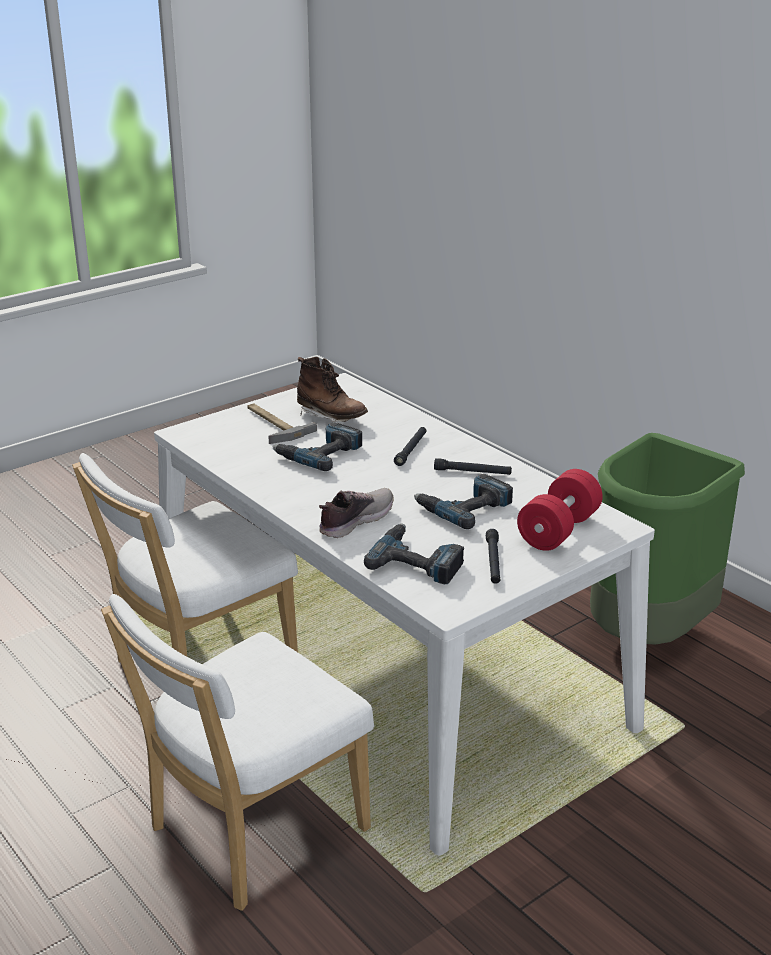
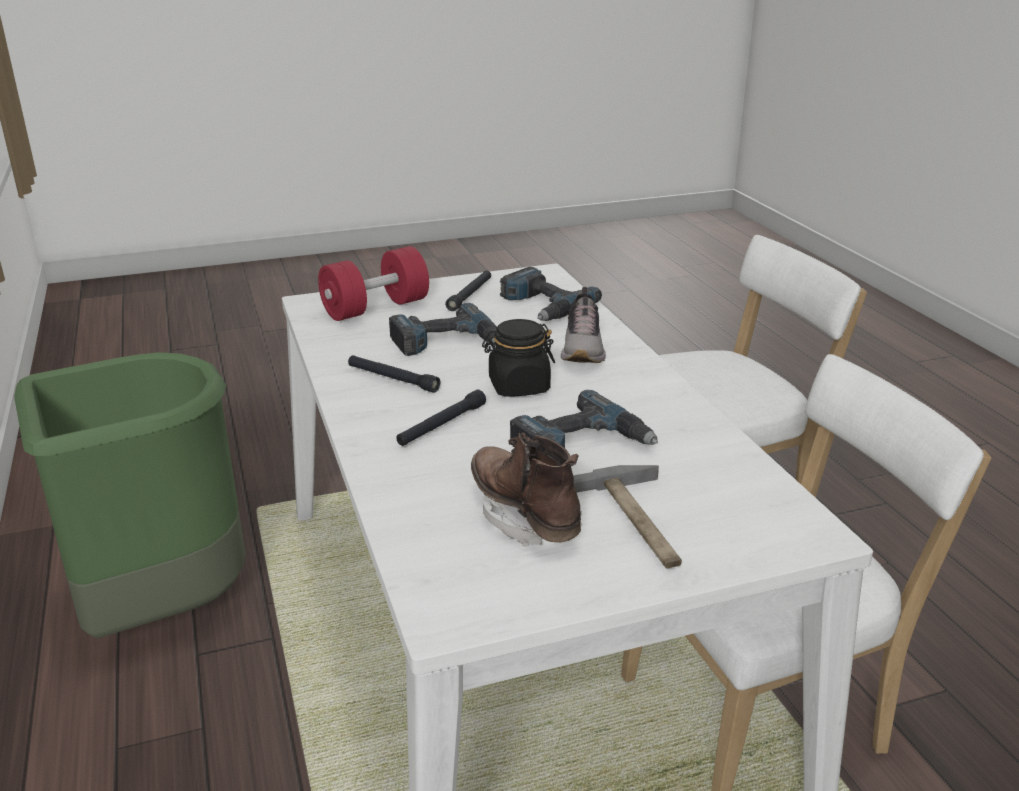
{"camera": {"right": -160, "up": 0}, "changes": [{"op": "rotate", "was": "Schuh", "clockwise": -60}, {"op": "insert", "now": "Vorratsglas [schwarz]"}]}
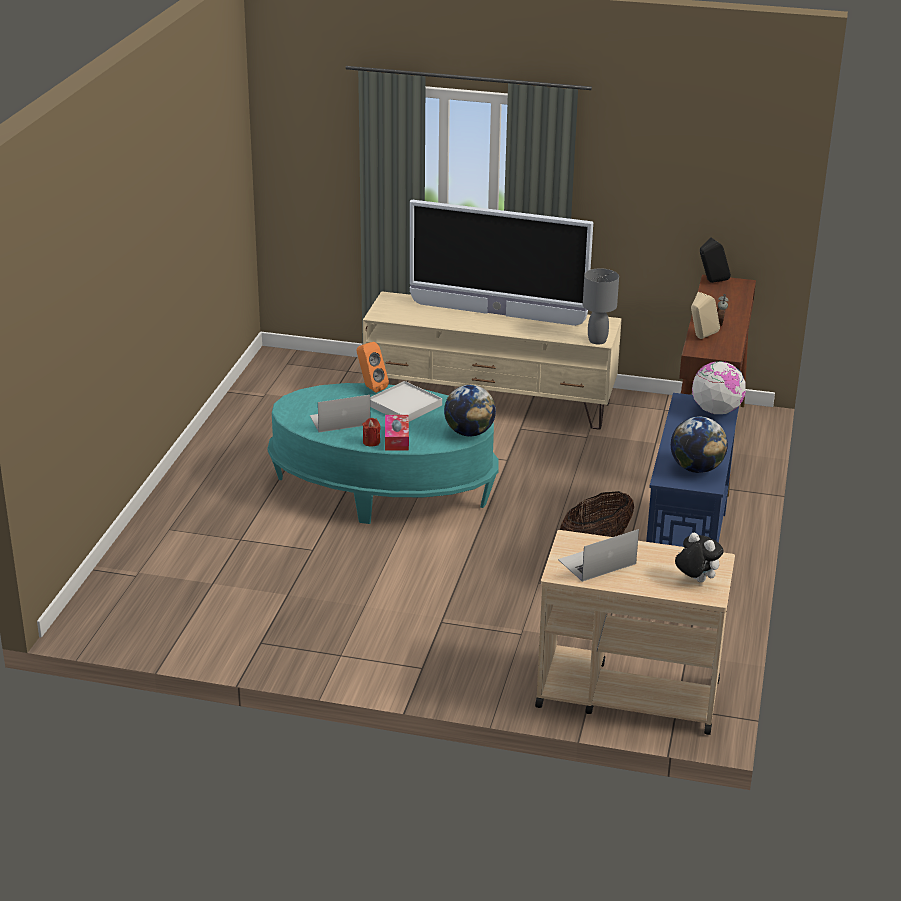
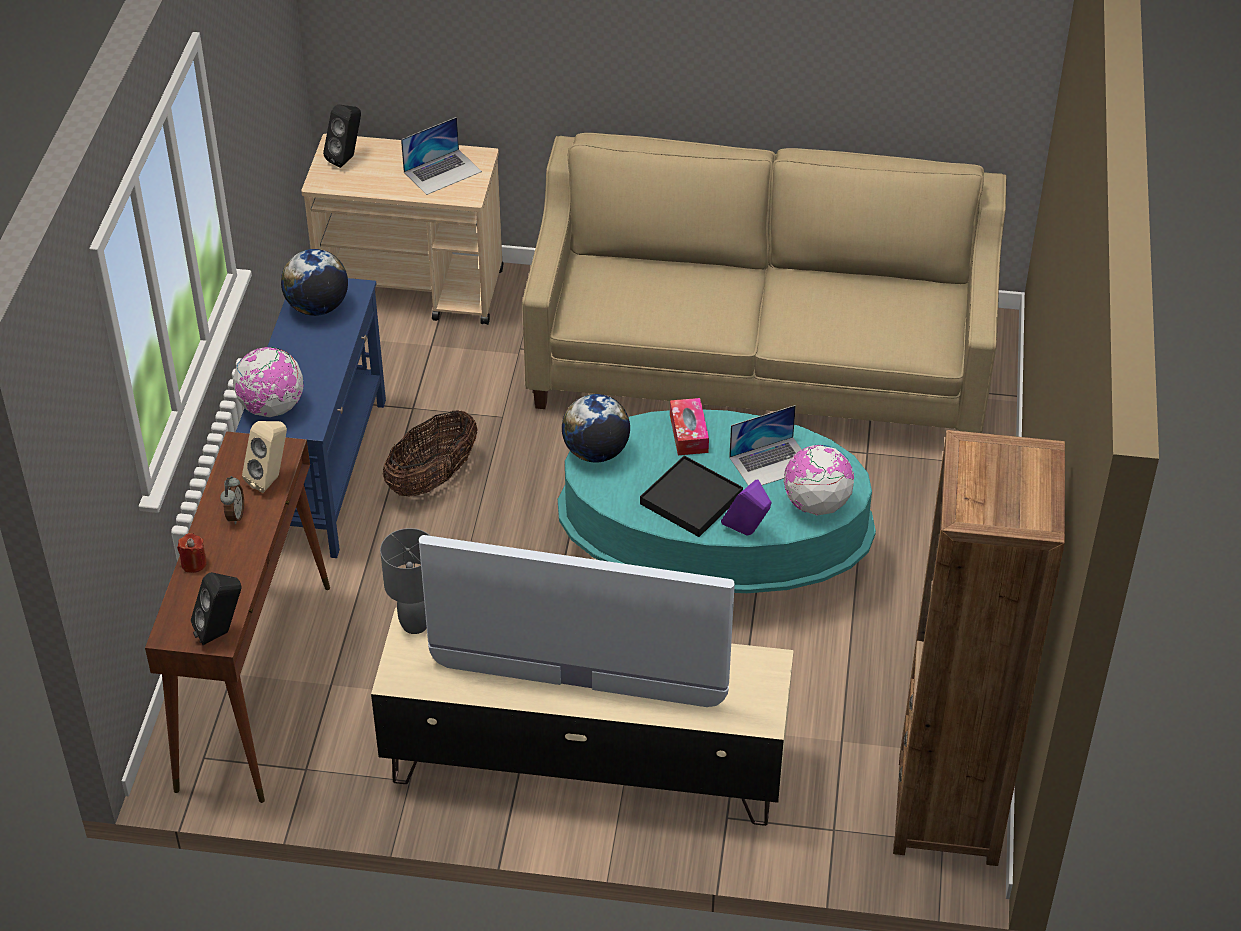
{"camera": {"right": 175, "up": 15}, "changes": [{"op": "recolor", "was": "Lautsprecher [orange]", "now": "Lautsprecher [lila]"}, {"op": "recolor", "was": "Tablett [weiß]", "now": "Tablett [schwarz]"}, {"op": "move", "was": "Kerze [rot]"}, {"op": "replace", "was": "Plüschtier", "now": "Lautsprecher [schwarz] (2nd from left)"}, {"op": "insert", "now": "Sofa [beige]"}, {"op": "insert", "now": "Bücherregal [braun]"}, {"op": "insert", "now": "Globus (4th from left)"}]}
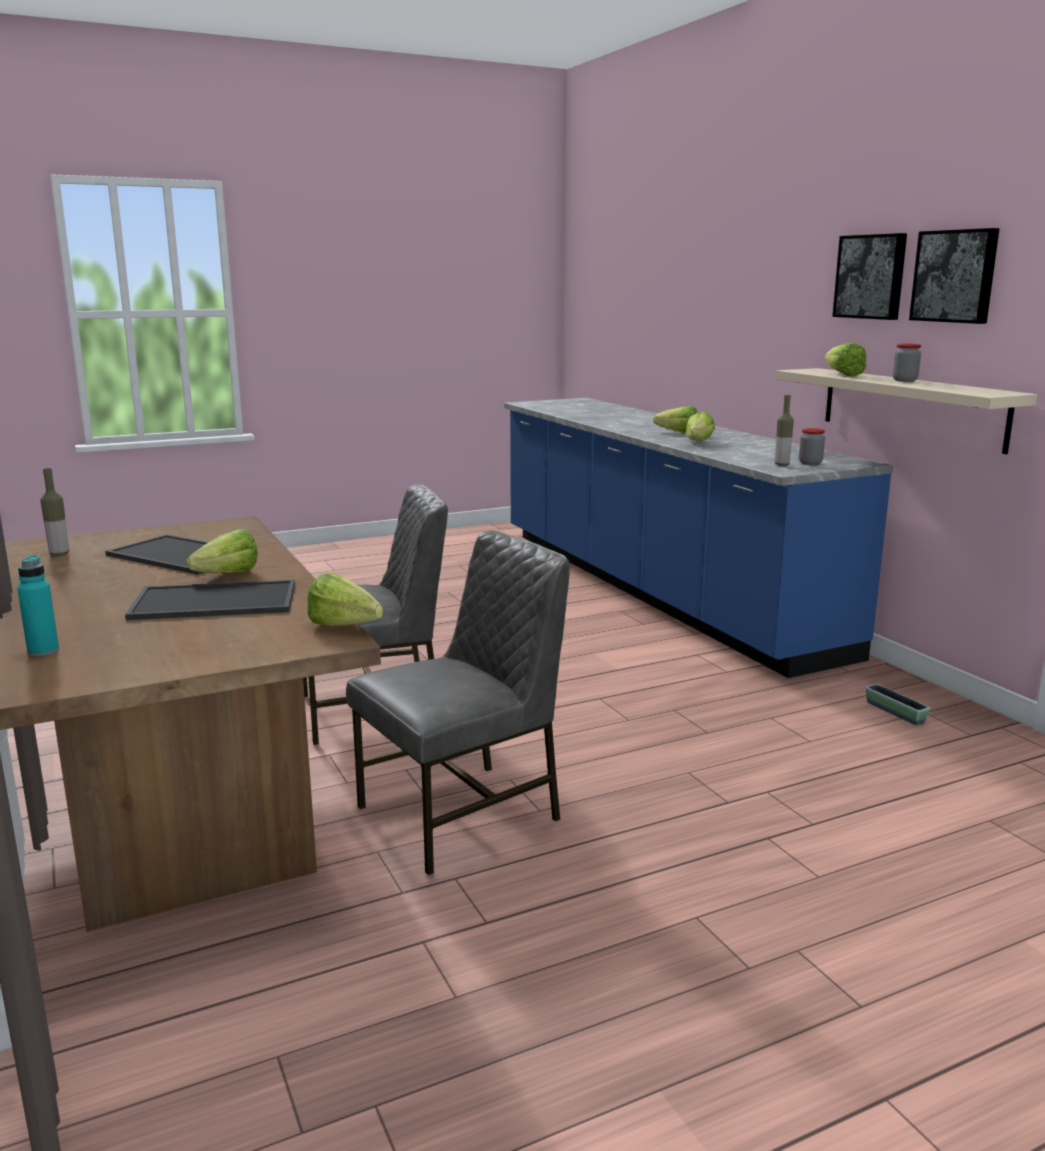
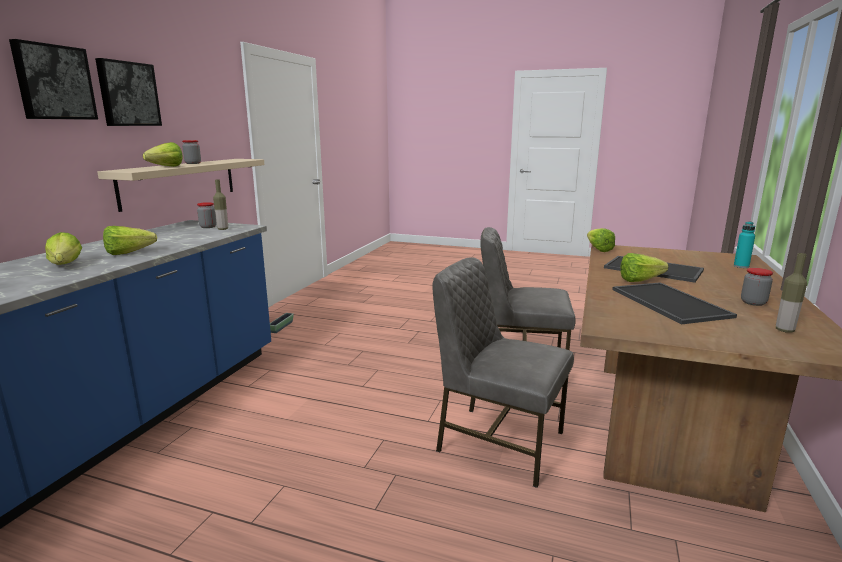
{"camera": {"right": -135, "up": 0}, "changes": [{"op": "move", "was": "Bild (2nd from left in the first image)", "now": "Bild (1st from left)"}, {"op": "insert", "now": "Vorratsglas (3rd from left)"}]}
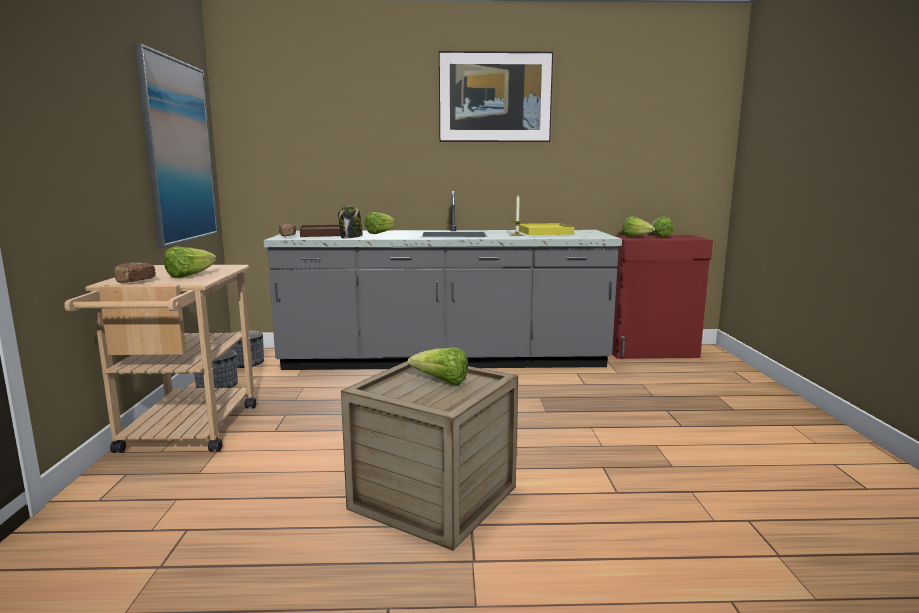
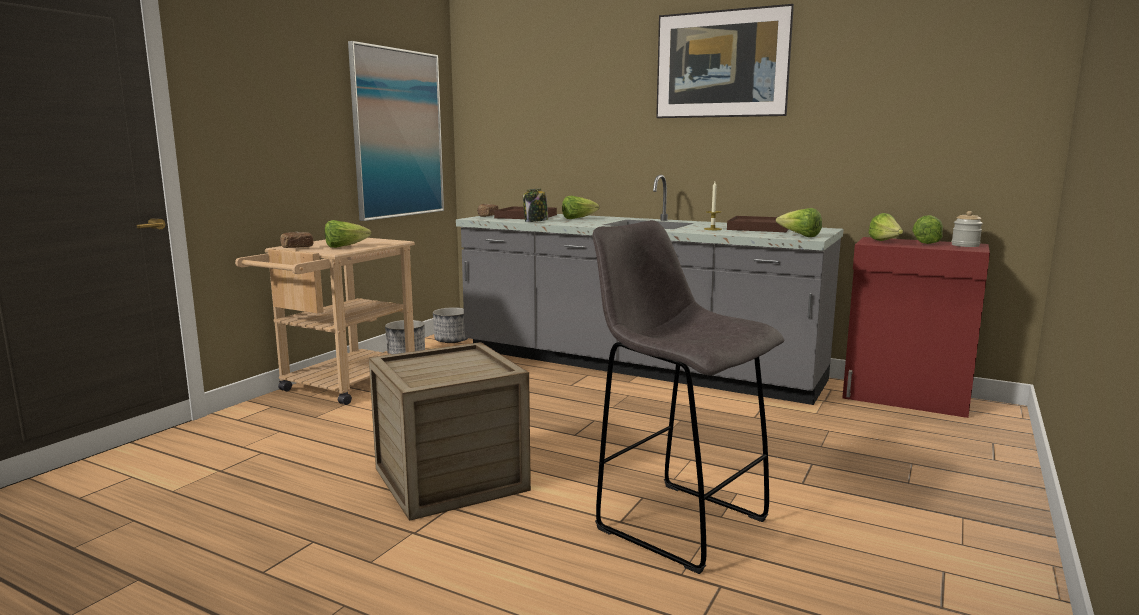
{"camera": {"right": 30, "up": 0}, "changes": [{"op": "recolor", "was": "Tablett [gelb]", "now": "Tablett [braun] (2nd from left)"}, {"op": "move", "was": "Salatkopf (3rd from left)"}, {"op": "insert", "now": "Vorratsglas (2nd from left)"}, {"op": "insert", "now": "Hocker [grau]"}]}
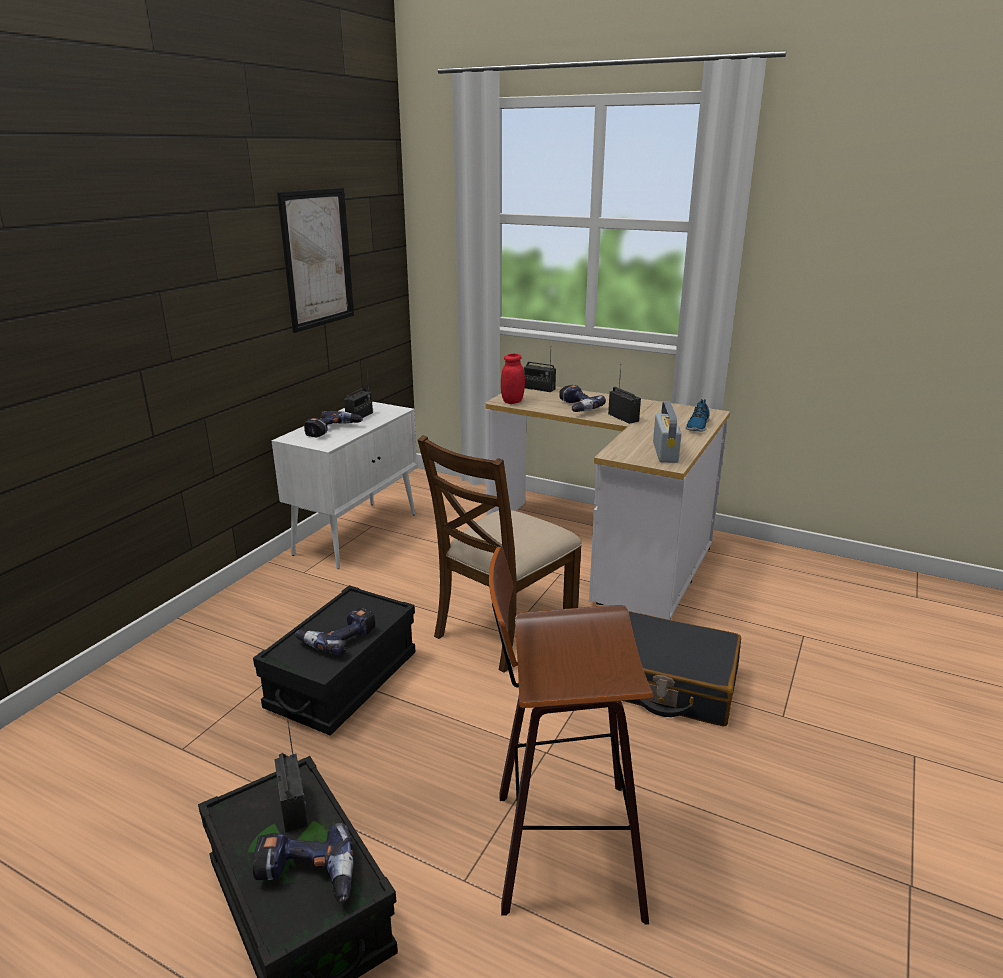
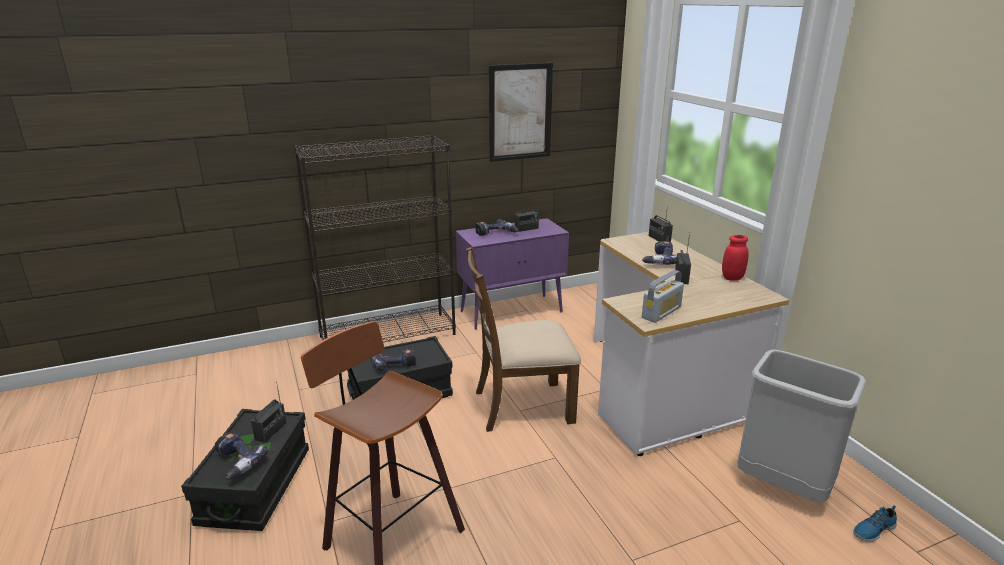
{"camera": {"right": 40, "up": 0}, "changes": [{"op": "move", "was": "Vorratsglas [rot]"}, {"op": "move", "was": "Schuh"}, {"op": "recolor", "was": "Schrank [weiß]", "now": "Schrank [lila]"}, {"op": "delete", "was": "Koffer [schwarz]"}, {"op": "insert", "now": "Bücherregal [schwarz]"}, {"op": "insert", "now": "Mülleimer [grau]"}]}
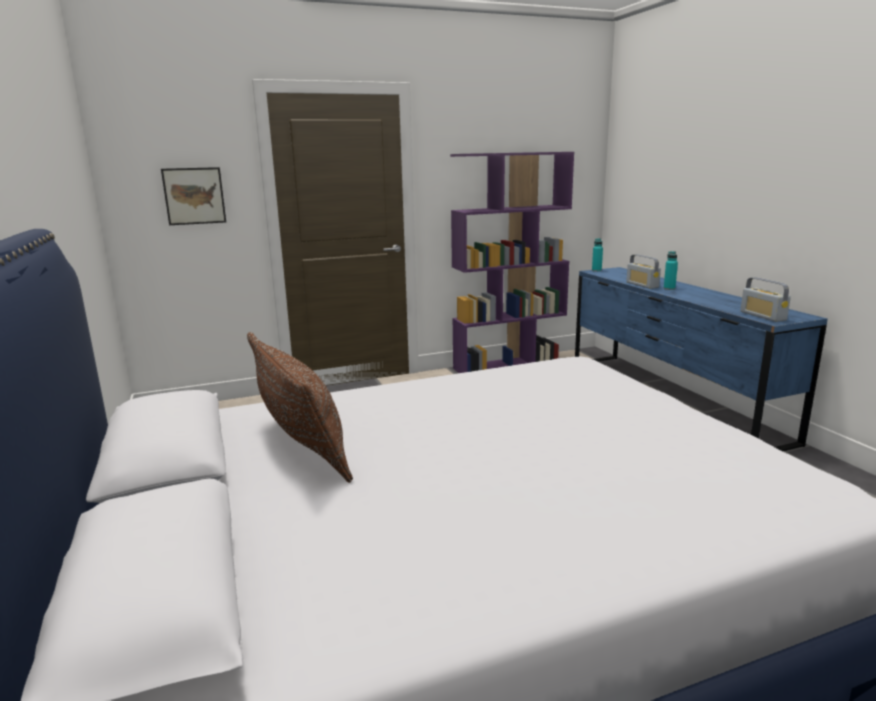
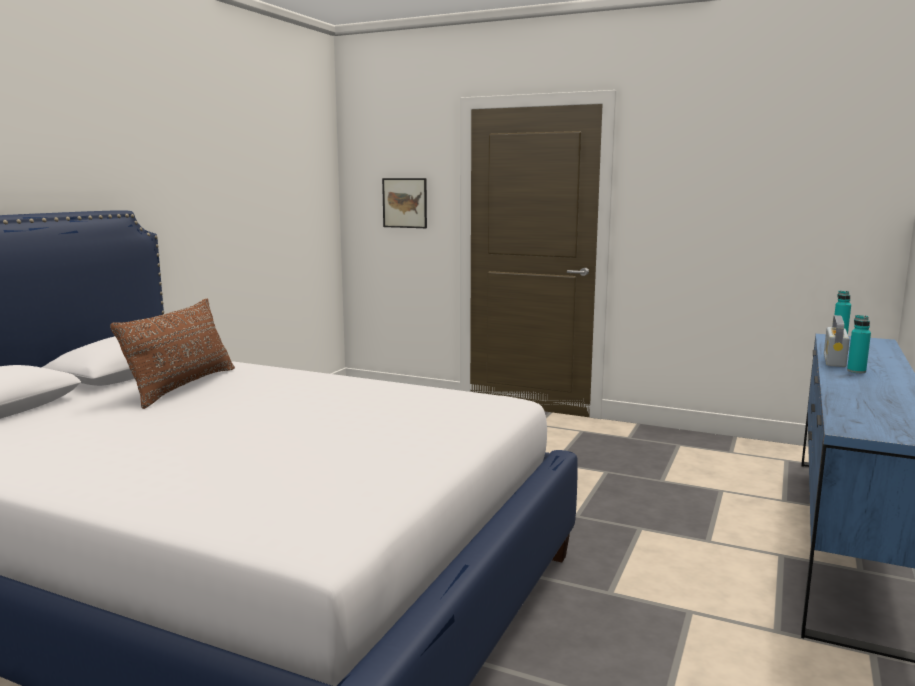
{"camera": {"right": 45, "up": -5}, "changes": [{"op": "delete", "was": "Bücherregal [lila]"}, {"op": "delete", "was": "Radio (2nd from left)"}]}
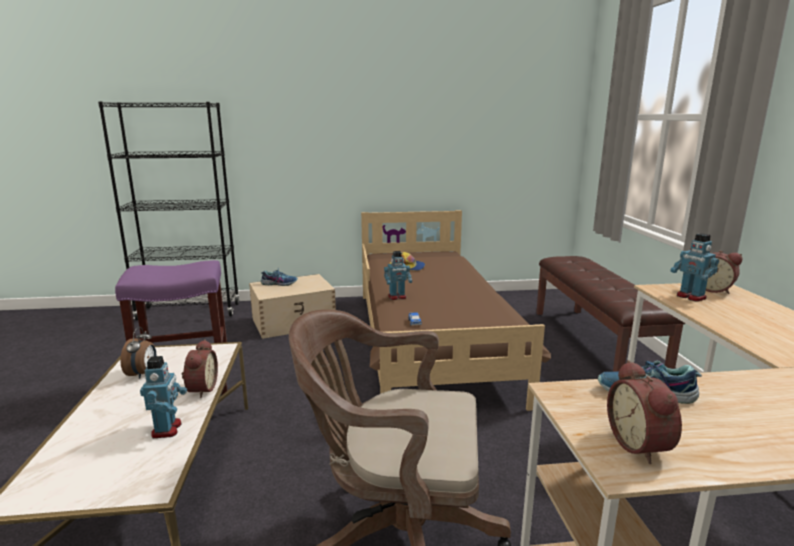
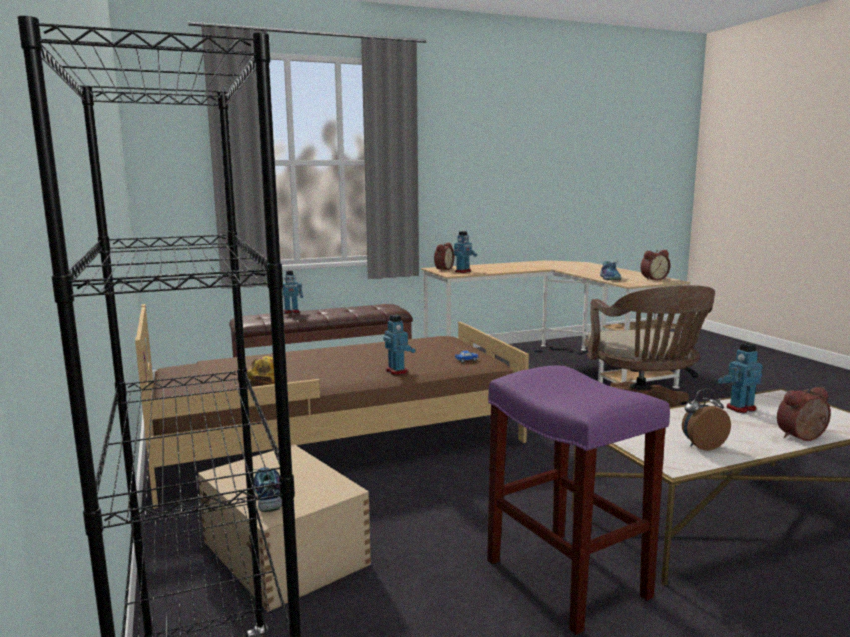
{"camera": {"right": -105, "up": -5}, "changes": [{"op": "move", "was": "Wecker (2nd from left in the first image)", "now": "Wecker (4th from left)"}, {"op": "insert", "now": "Spielzeugroboter (1st from left)"}]}
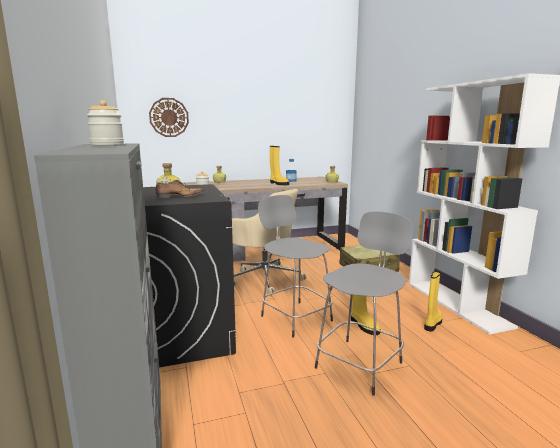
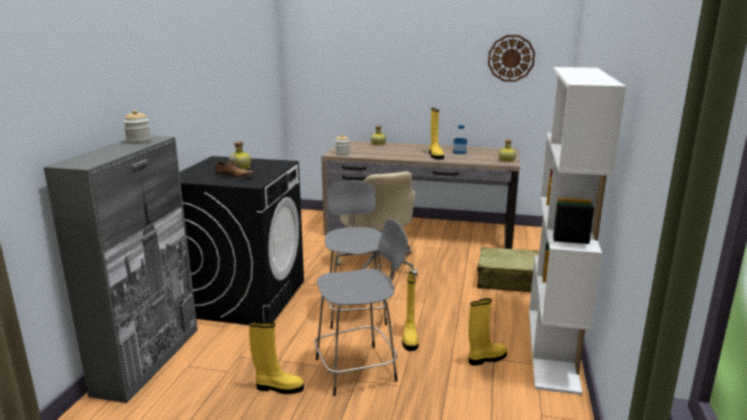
{"camera": {"right": 30, "up": 5}, "changes": [{"op": "move", "was": "Wanduhr"}, {"op": "insert", "now": "Stiefel [gelb] (1st from left)"}]}
